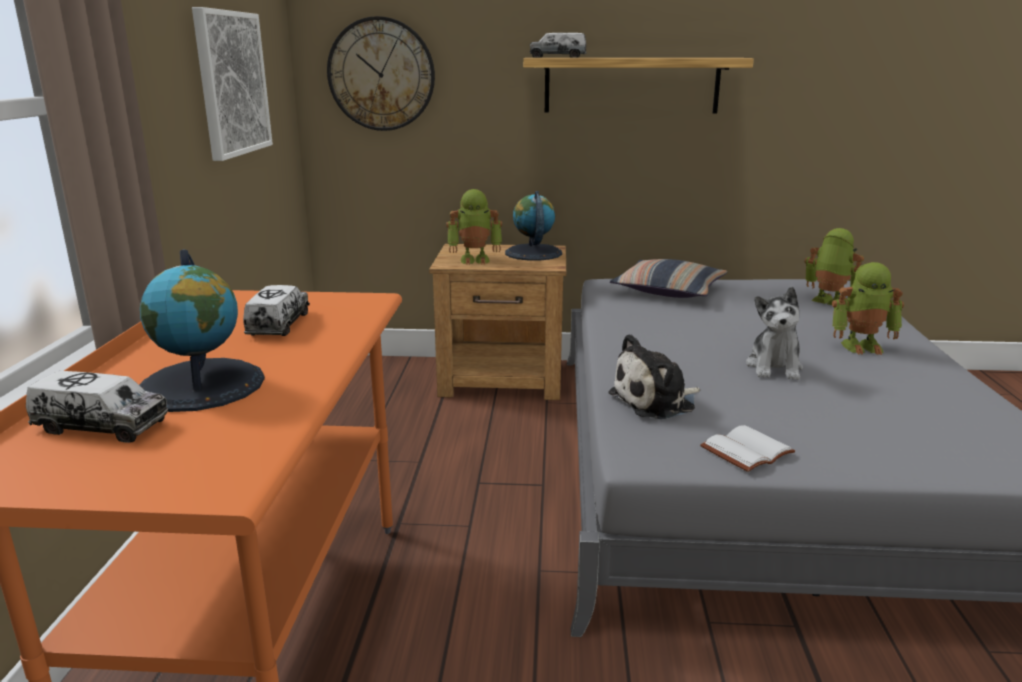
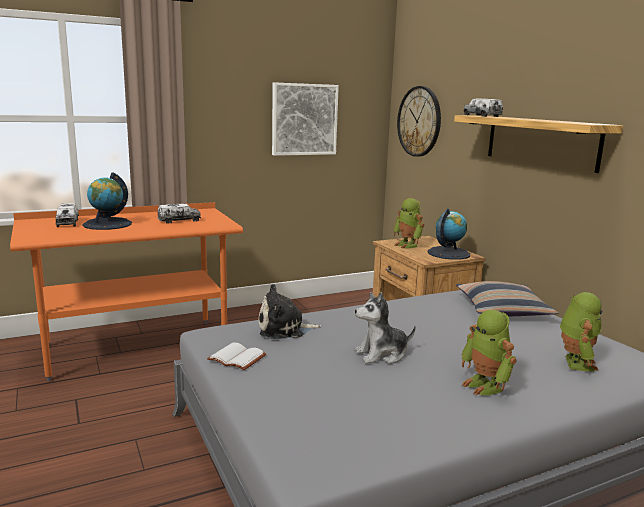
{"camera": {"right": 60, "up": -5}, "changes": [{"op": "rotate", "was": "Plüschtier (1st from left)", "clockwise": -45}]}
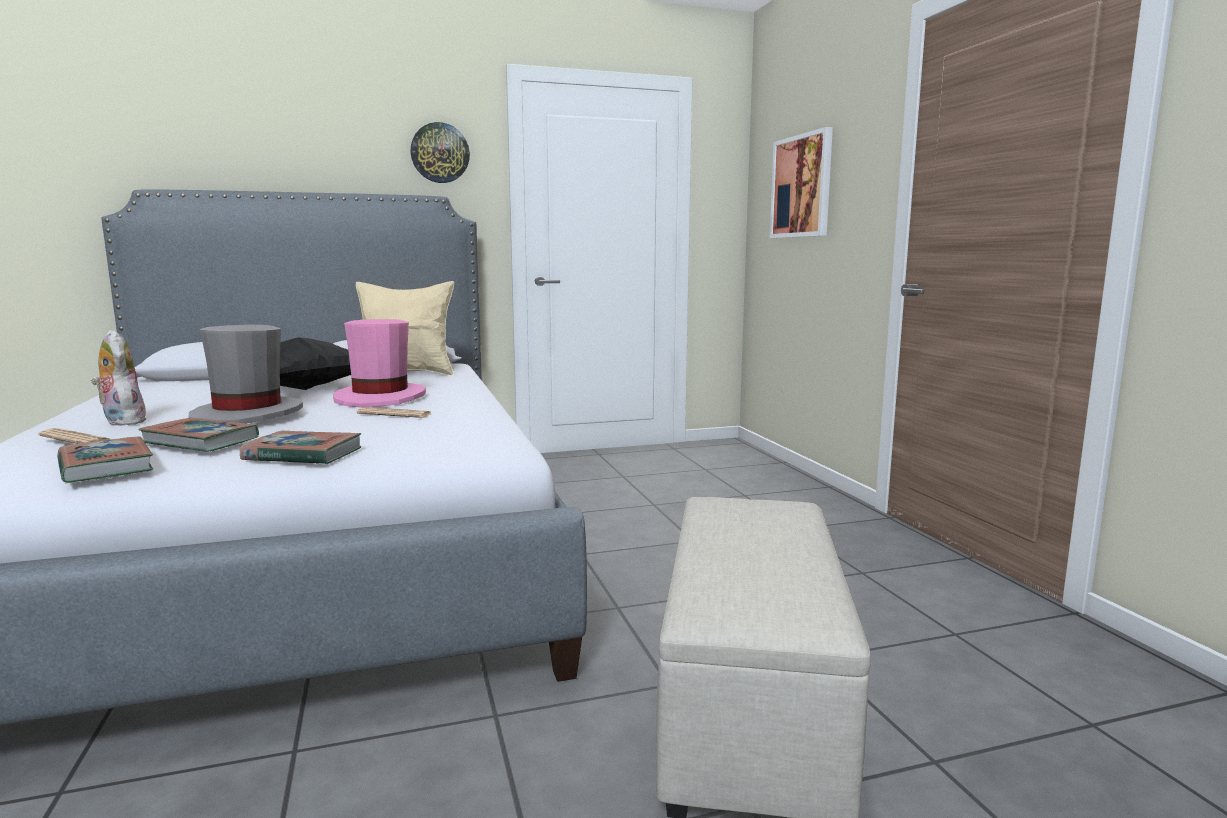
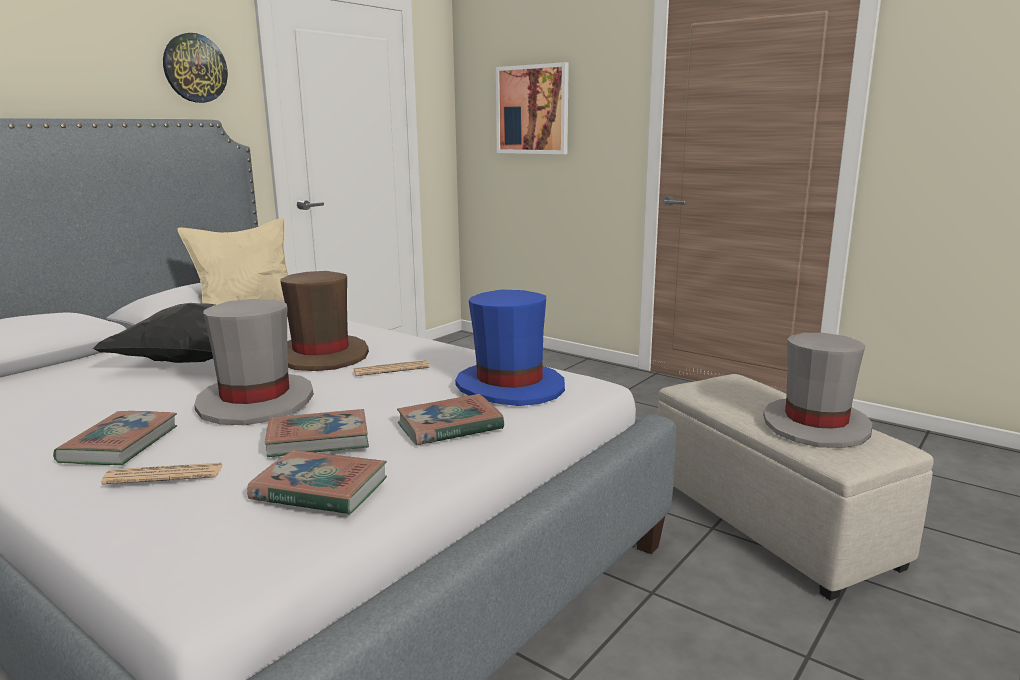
{"camera": {"right": -35, "up": 5}, "changes": [{"op": "recolor", "was": "Hut [rosa]", "now": "Hut [braun]"}, {"op": "replace", "was": "Plüschtier", "now": "Buch (1st from left)"}, {"op": "insert", "now": "Hut [blau]"}, {"op": "insert", "now": "Hut [grau] (2nd from left)"}]}
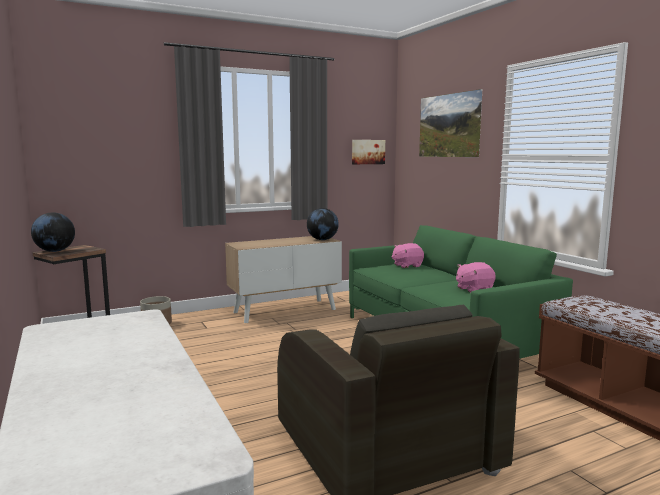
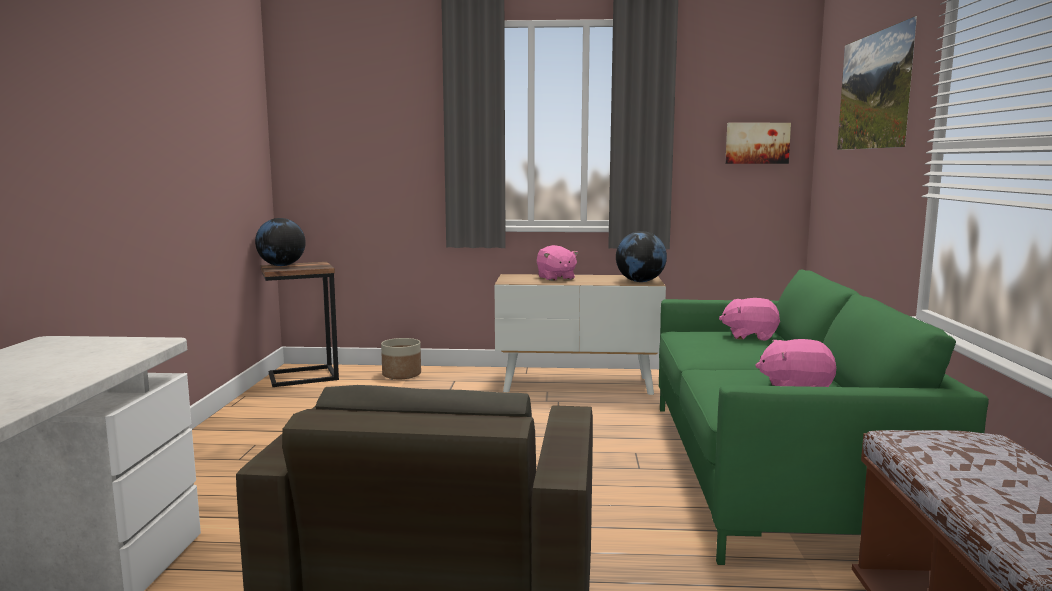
{"camera": {"right": 30, "up": 0}, "changes": [{"op": "insert", "now": "Plüschtier [rosa] (1st from left)"}]}
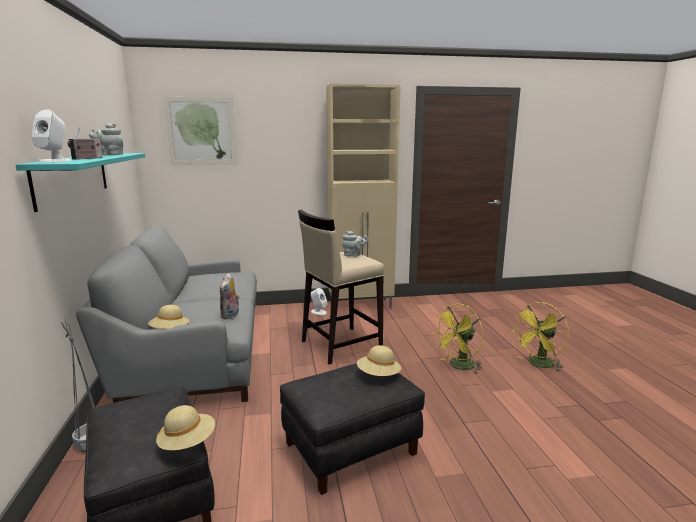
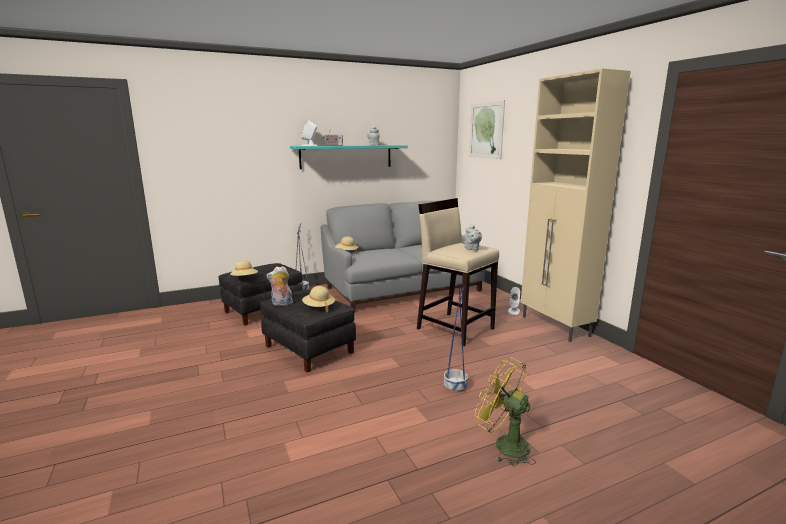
{"camera": {"right": 75, "up": 0}, "changes": [{"op": "move", "was": "Plüschtier"}, {"op": "replace", "was": "Ventilator [gelb] (1st from left)", "now": "Pflanzkübel [blau]"}]}
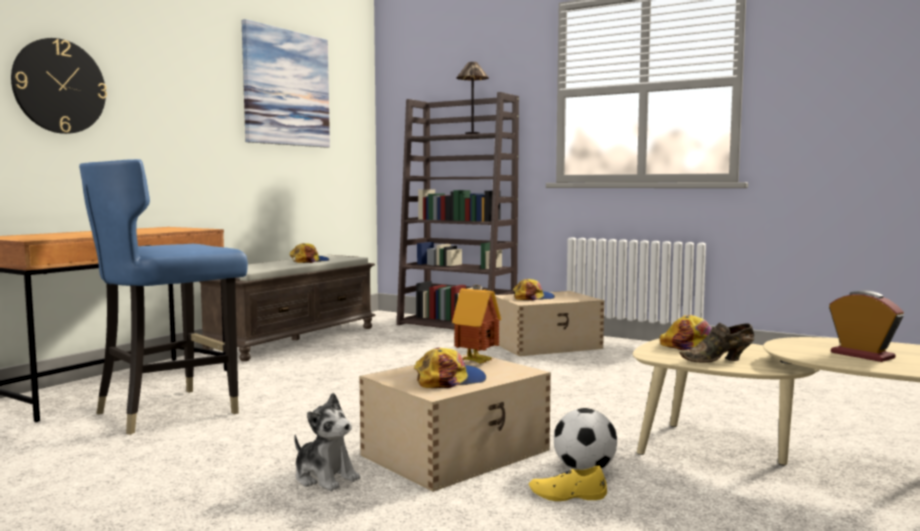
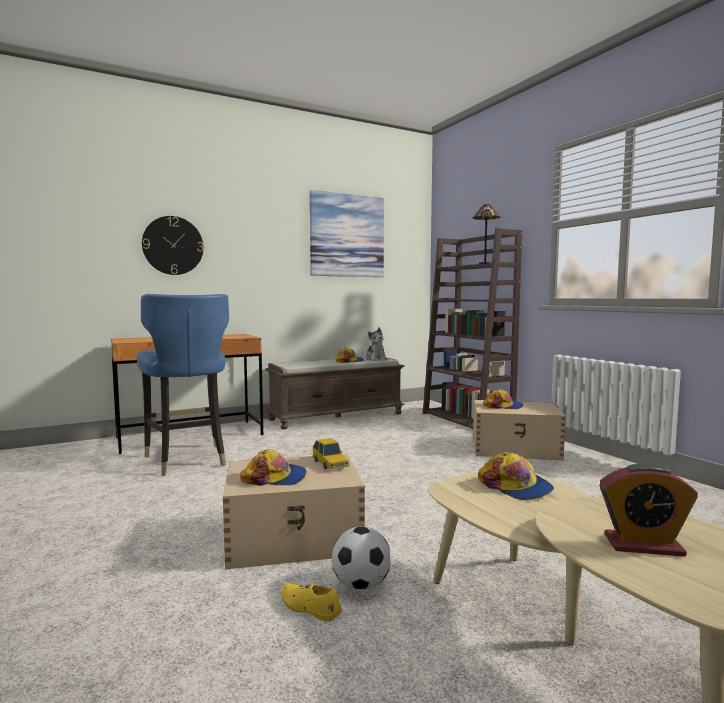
{"camera": {"right": 30, "up": 0}, "changes": [{"op": "rotate", "was": "Stuhl [blau]", "clockwise": -105}, {"op": "replace", "was": "Spielzeughaus", "now": "Spielzeugauto"}, {"op": "rotate", "was": "Wecker", "clockwise": 105}, {"op": "delete", "was": "Schuh [braun]"}, {"op": "move", "was": "Plüschtier"}]}
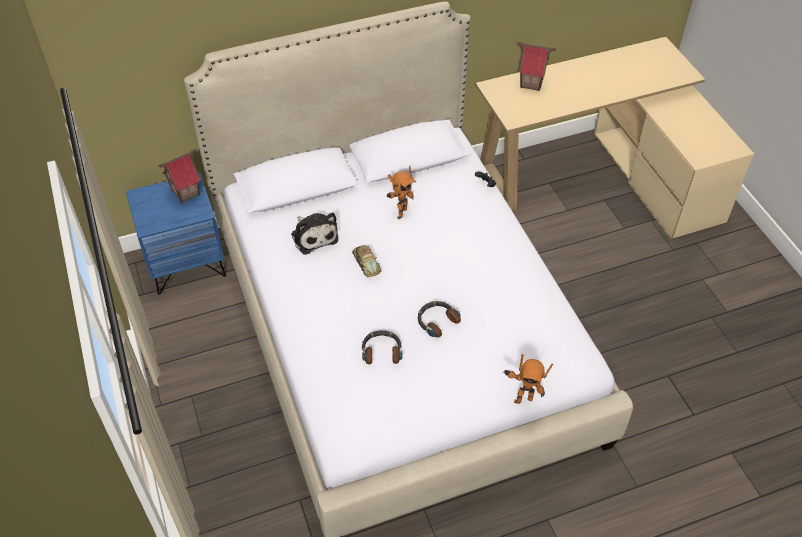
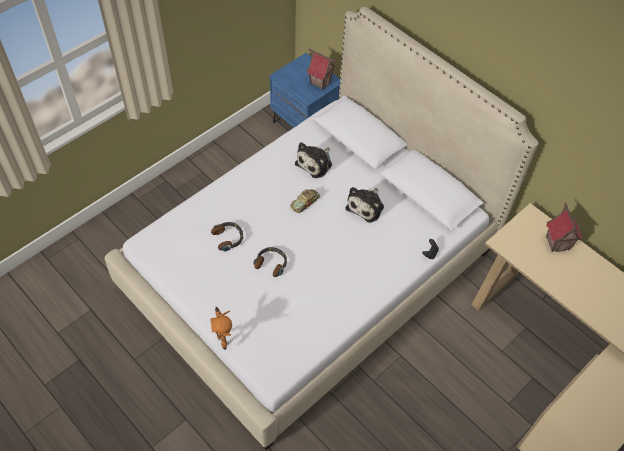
{"camera": {"right": 65, "up": 5}, "changes": [{"op": "replace", "was": "Spielzeugroboter (1st from left)", "now": "Plüschtier (2nd from left)"}]}
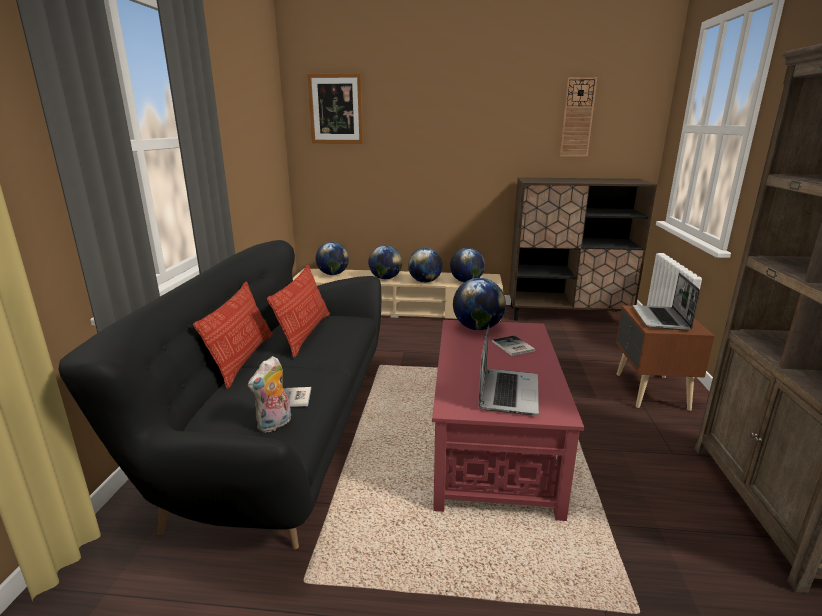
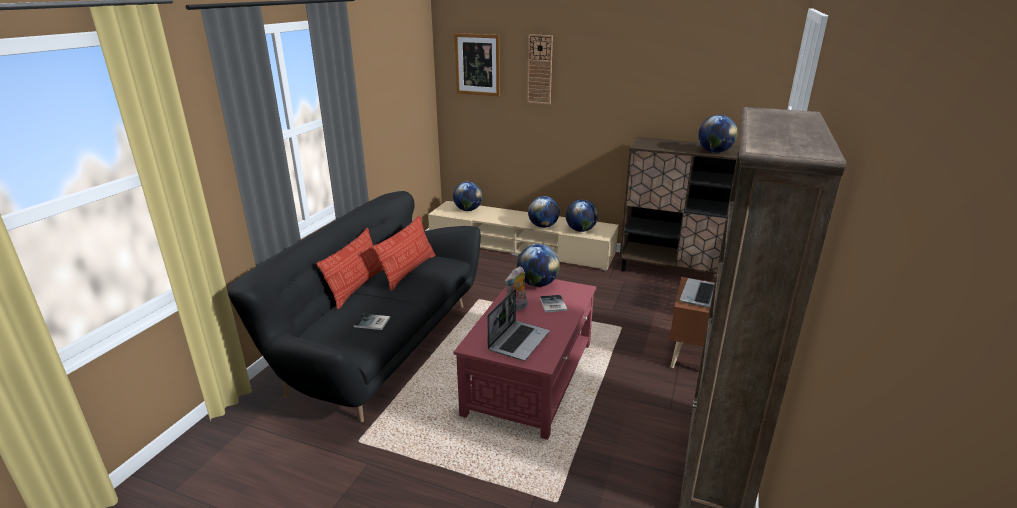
{"camera": {"right": 15, "up": 5}, "changes": [{"op": "move", "was": "Wanduhr"}, {"op": "move", "was": "Globus (2nd from left in the first image)", "now": "Globus (5th from left)"}, {"op": "move", "was": "Plüschtier"}]}
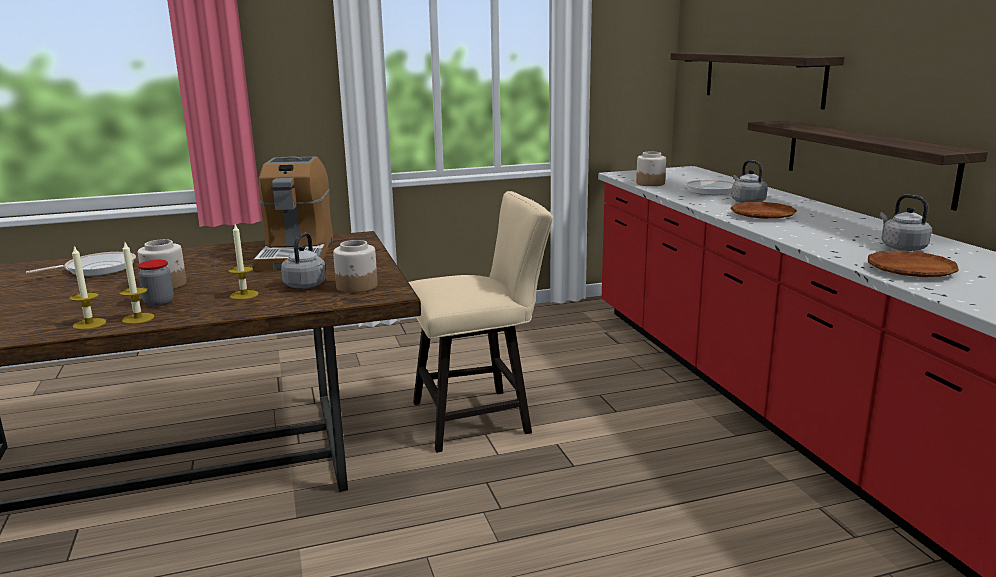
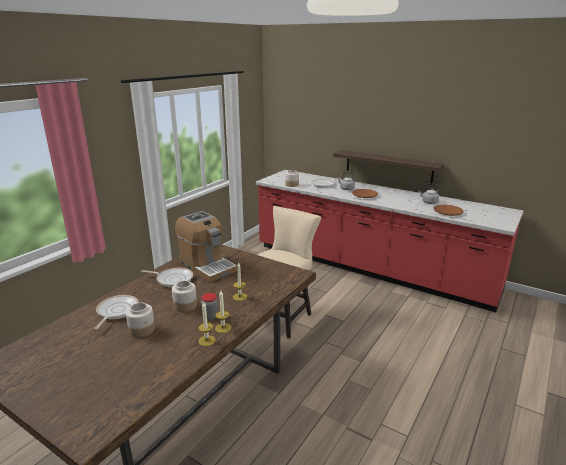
{"camera": {"right": -40, "up": 5}, "changes": [{"op": "delete", "was": "Wandregal (1st from left)"}, {"op": "delete", "was": "Wasserkessel [grau] (1st from left)"}, {"op": "move", "was": "Vorratsglas (3rd from left in the first image)", "now": "Vorratsglas (1st from left)"}, {"op": "insert", "now": "Pfanne (2nd from left)"}]}
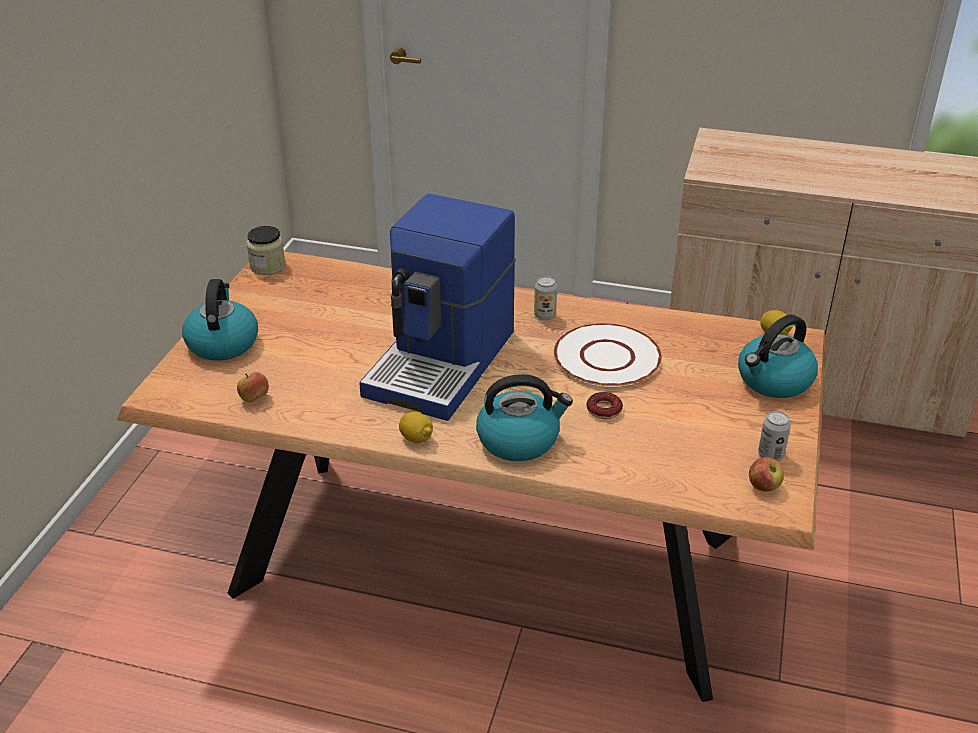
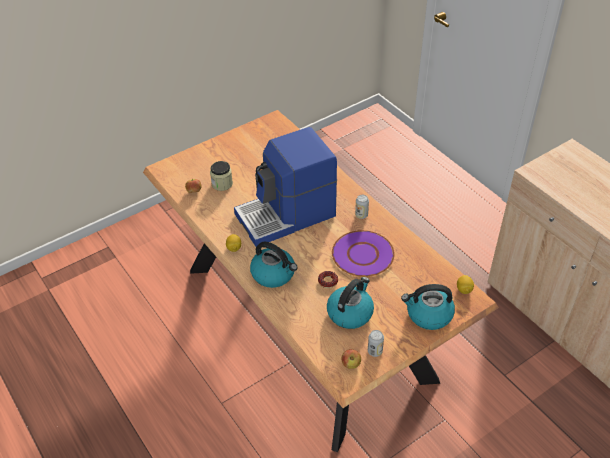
{"camera": {"right": 40, "up": 10}, "changes": [{"op": "move", "was": "Vorratsglas"}, {"op": "move", "was": "Wasserkessel (1st from left in the first image)", "now": "Wasserkessel (2nd from left)"}, {"op": "recolor", "was": "Teller [weiß]", "now": "Teller [lila]"}]}
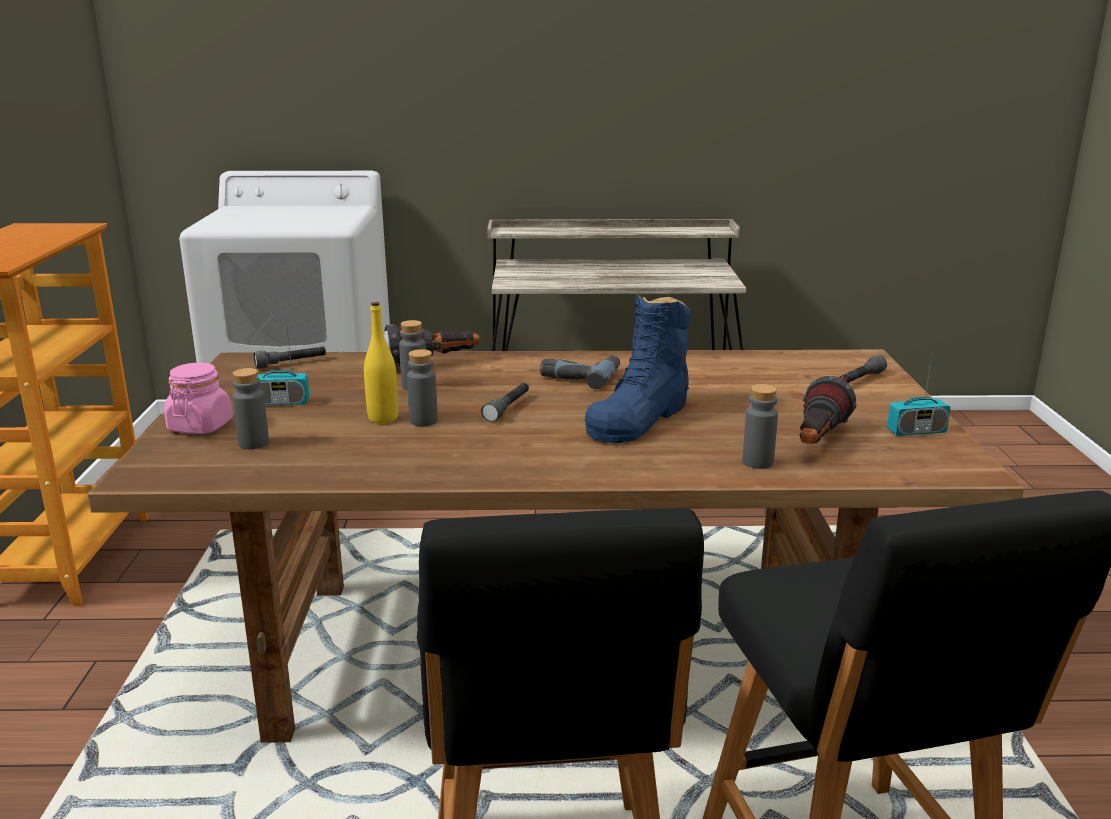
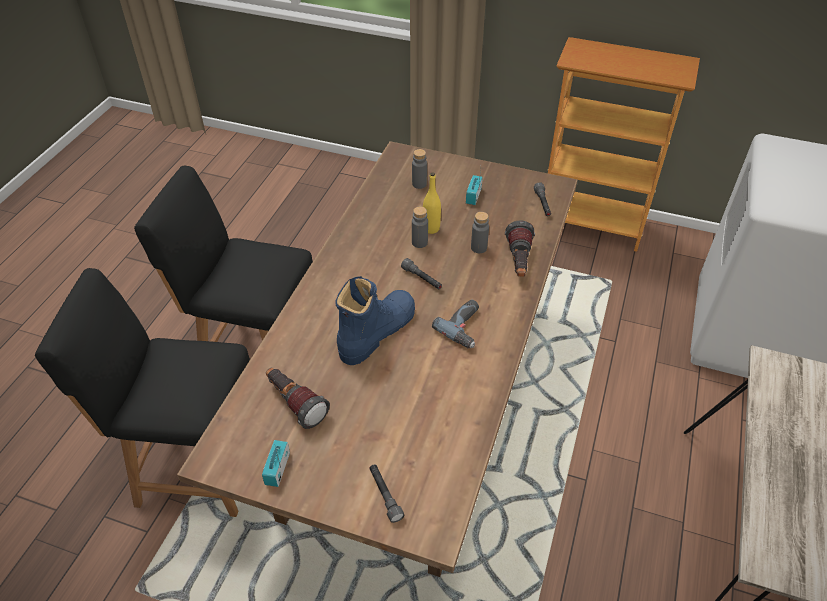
{"camera": {"right": 110, "up": 25}, "changes": [{"op": "rotate", "was": "Stiefel [blau]", "clockwise": 75}, {"op": "delete", "was": "Vorratsglas [rosa]"}, {"op": "delete", "was": "Flasche [grau] (4th from left)"}]}
